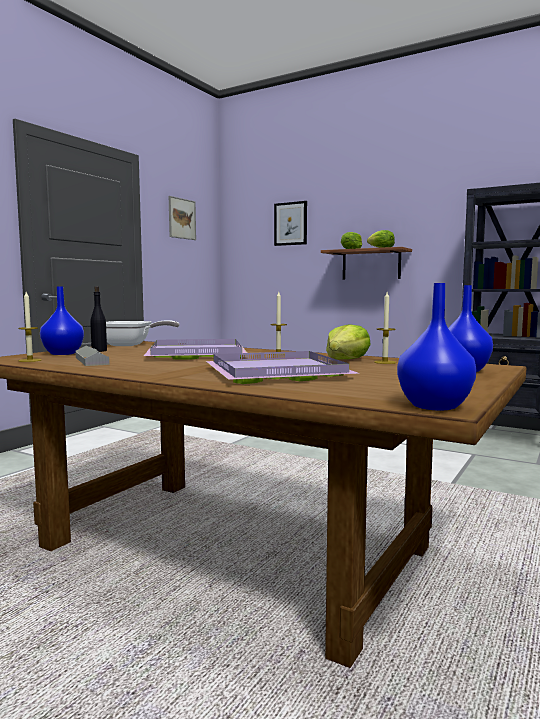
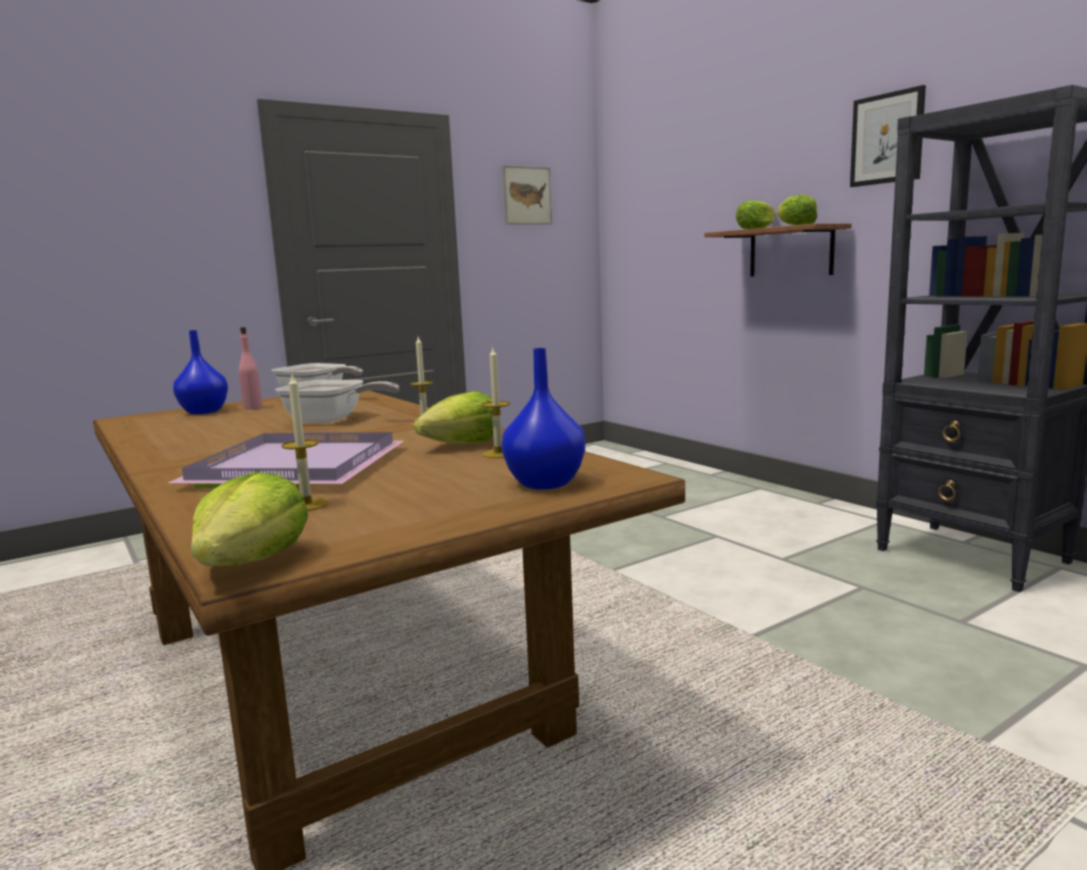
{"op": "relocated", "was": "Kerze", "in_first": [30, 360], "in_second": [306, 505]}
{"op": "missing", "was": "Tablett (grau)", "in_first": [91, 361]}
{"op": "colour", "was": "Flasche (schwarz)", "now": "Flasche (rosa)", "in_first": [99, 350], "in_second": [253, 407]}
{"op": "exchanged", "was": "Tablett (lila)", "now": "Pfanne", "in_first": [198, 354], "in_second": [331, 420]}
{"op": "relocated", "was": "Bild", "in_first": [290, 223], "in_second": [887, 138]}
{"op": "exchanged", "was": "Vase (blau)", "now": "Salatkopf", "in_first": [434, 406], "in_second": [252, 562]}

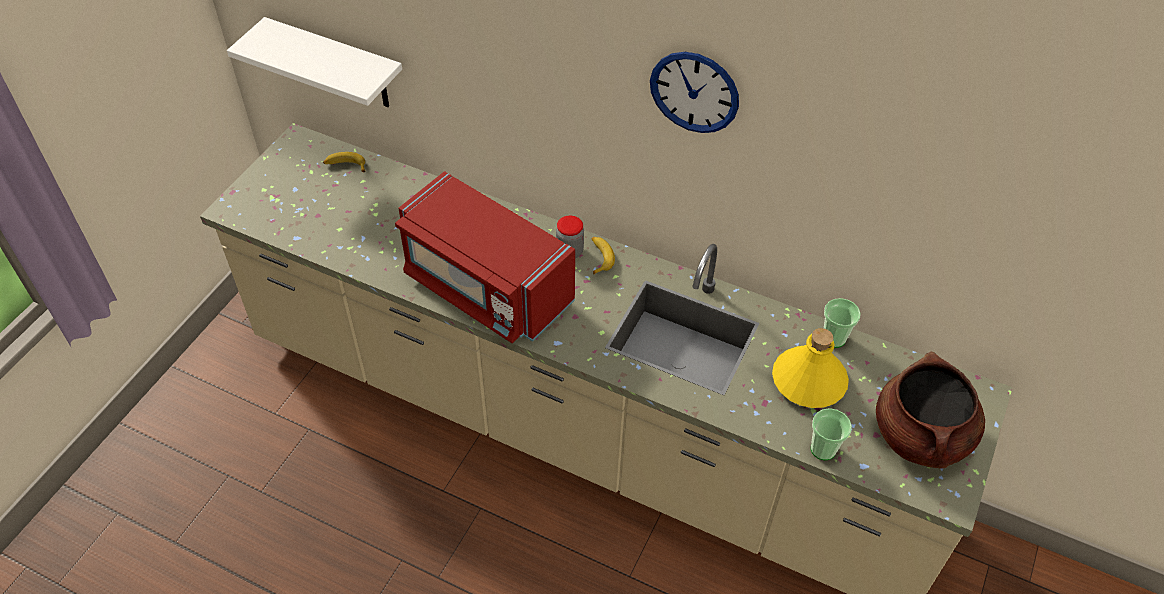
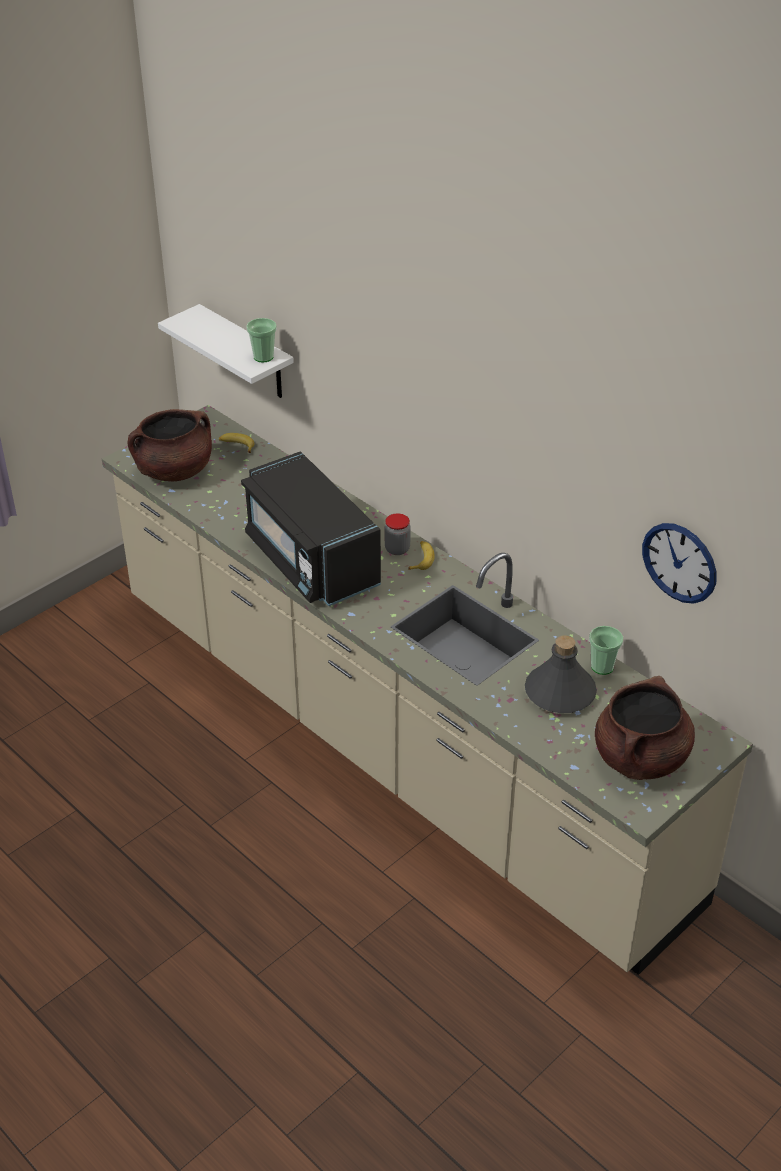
{"op": "colour", "was": "Mikrowelle (rot)", "now": "Mikrowelle (schwarz)", "in_first": [486, 287], "in_second": [311, 560]}
{"op": "relocated", "was": "Wanduhr", "in_first": [694, 92], "in_second": [679, 562]}
{"op": "colour", "was": "Flasche (gelb)", "now": "Flasche (grau)", "in_first": [808, 381], "in_second": [559, 693]}
{"op": "relocated", "was": "Tasse", "in_first": [823, 449], "in_second": [263, 357]}
{"op": "appeared", "now": "Kochtopf (braun)", "in_second": [174, 471]}

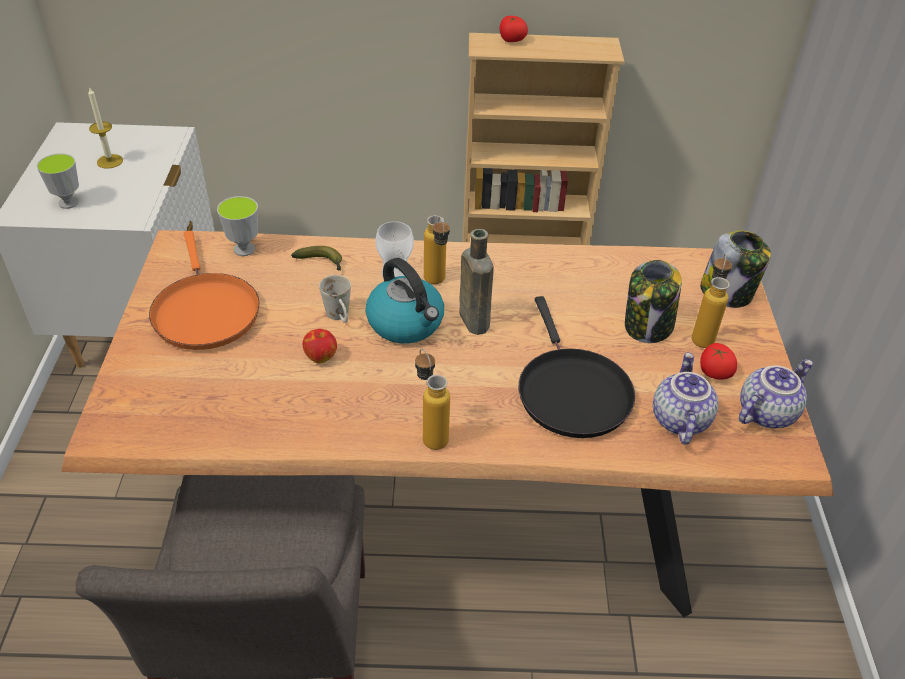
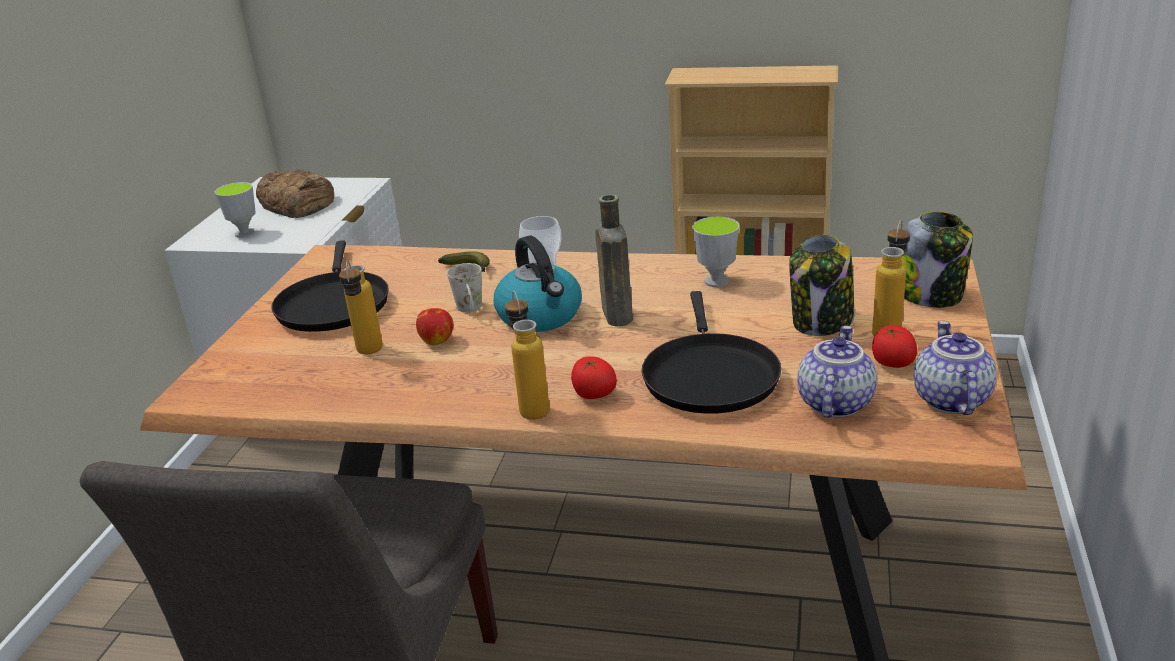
{"op": "exchanged", "was": "Kerze", "now": "Brot", "in_first": [110, 161], "in_second": [297, 203]}
{"op": "colour", "was": "Pfanne (orange)", "now": "Pfanne (schwarz)", "in_first": [204, 311], "in_second": [333, 304]}
{"op": "relocated", "was": "Tasse", "in_first": [244, 249], "in_second": [716, 281]}
{"op": "relocated", "was": "Flasche", "in_first": [436, 284], "in_second": [368, 354]}
{"op": "relocated", "was": "Tomate", "in_first": [511, 40], "in_second": [593, 394]}
{"op": "spun", "was": "Teekanne", "in_first": [765, 412], "in_second": [949, 400], "clockwise": -60}

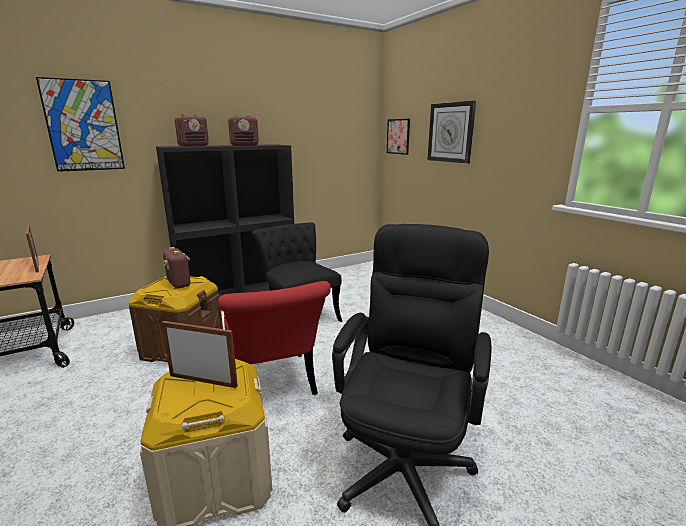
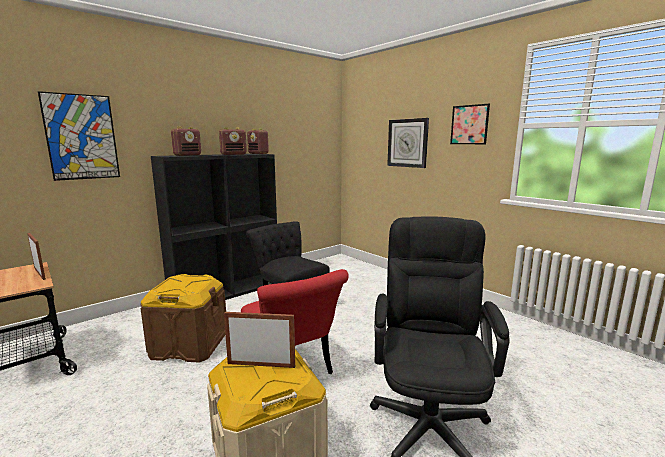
{"op": "relocated", "was": "Radio", "in_first": [179, 284], "in_second": [258, 153]}
{"op": "relocated", "was": "Bild", "in_first": [398, 136], "in_second": [469, 124]}

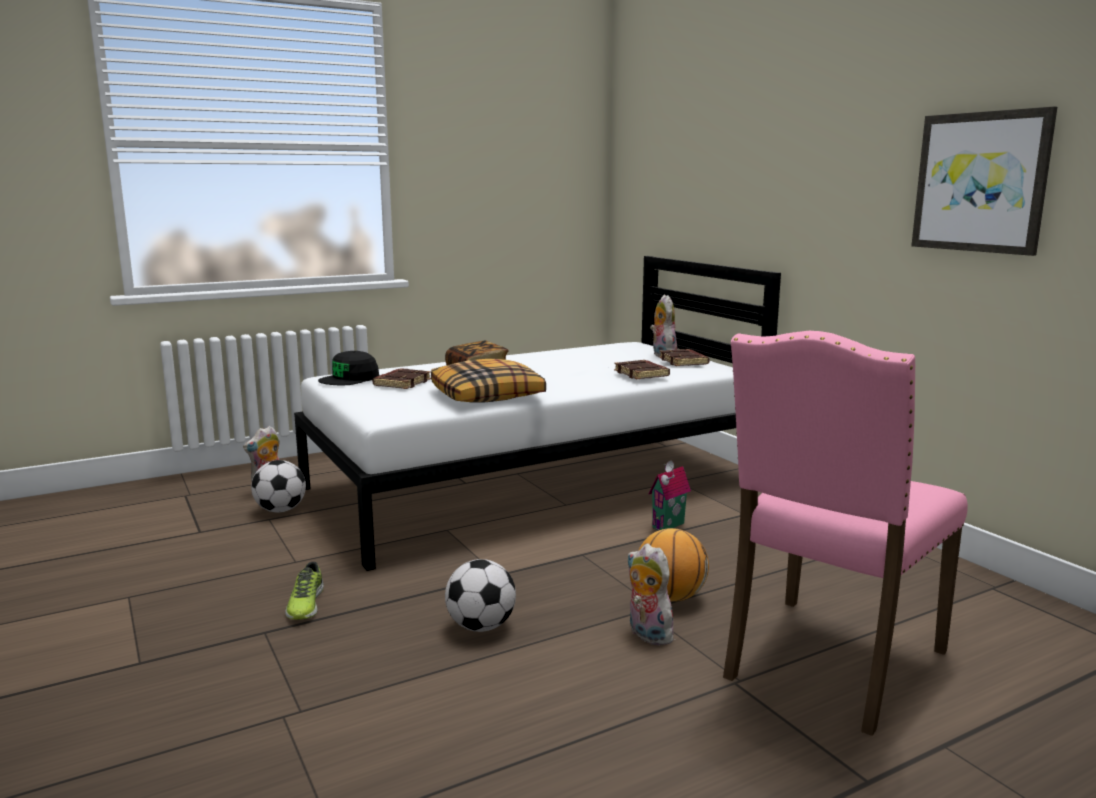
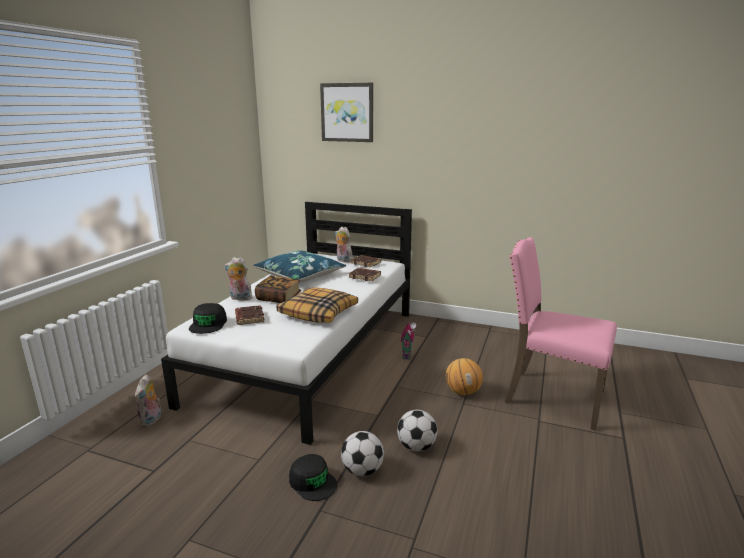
{"op": "relocated", "was": "Fußball", "in_first": [280, 510], "in_second": [362, 470]}
{"op": "exchanged", "was": "Schuh", "now": "Kappe (schwarz)", "in_first": [305, 604], "in_second": [312, 482]}
{"op": "relocated", "was": "Plüschtier", "in_first": [646, 634], "in_second": [240, 298]}
{"op": "spun", "was": "Stuhl (rosa)", "in_first": [829, 664], "in_second": [551, 396], "clockwise": 120}
{"op": "relocated", "was": "Bild", "in_first": [981, 182], "in_second": [347, 112]}
{"op": "appeared", "now": "Kissen (blau)", "in_second": [300, 275]}

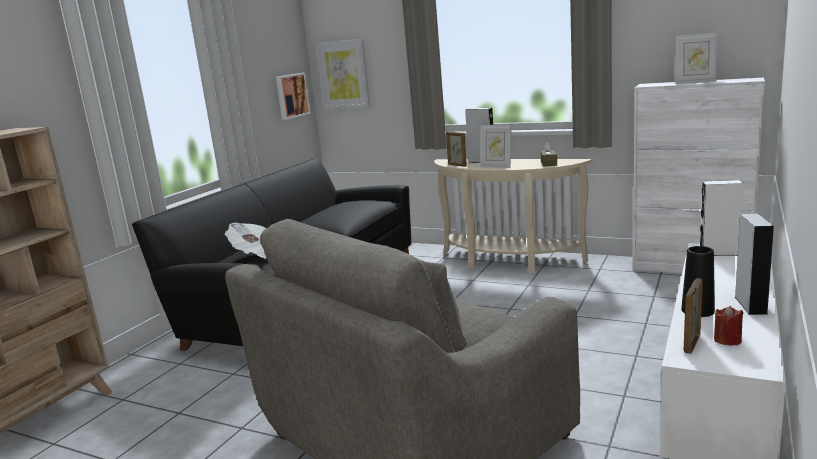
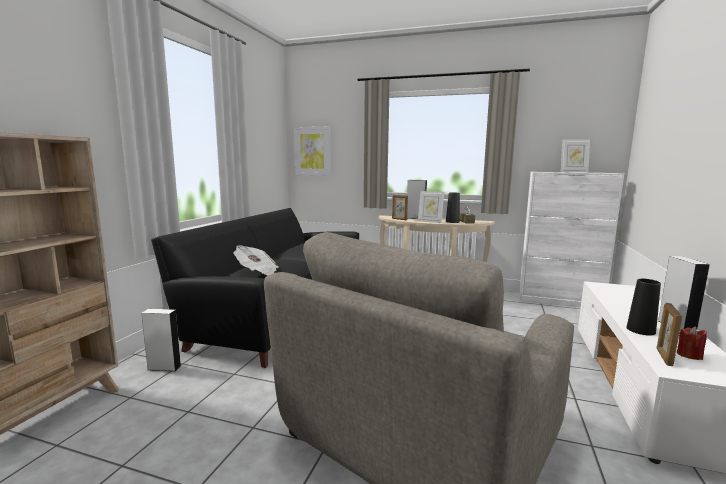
{"op": "missing", "was": "Bild", "in_first": [291, 95]}
{"op": "relocated", "was": "Lautsprecher (weiß)", "in_first": [719, 253], "in_second": [164, 367]}
{"op": "appeared", "now": "Vase (schwarz)", "in_second": [452, 222]}

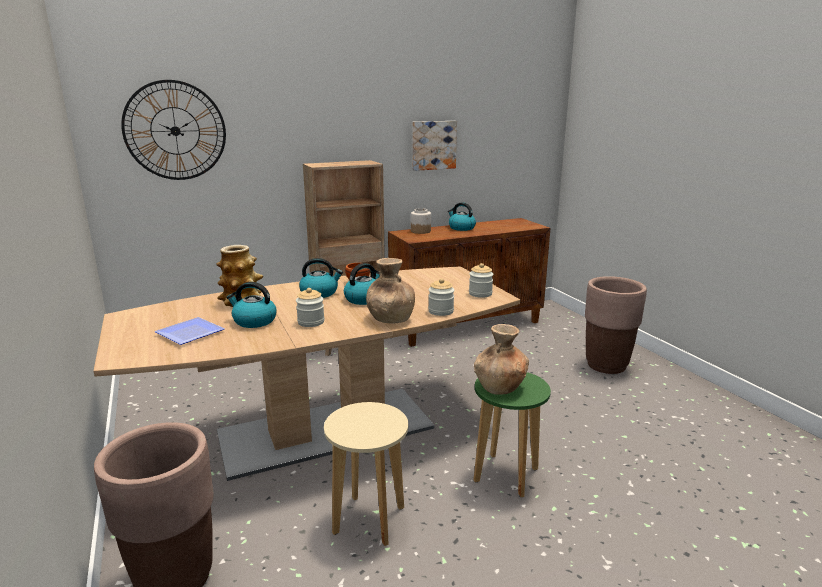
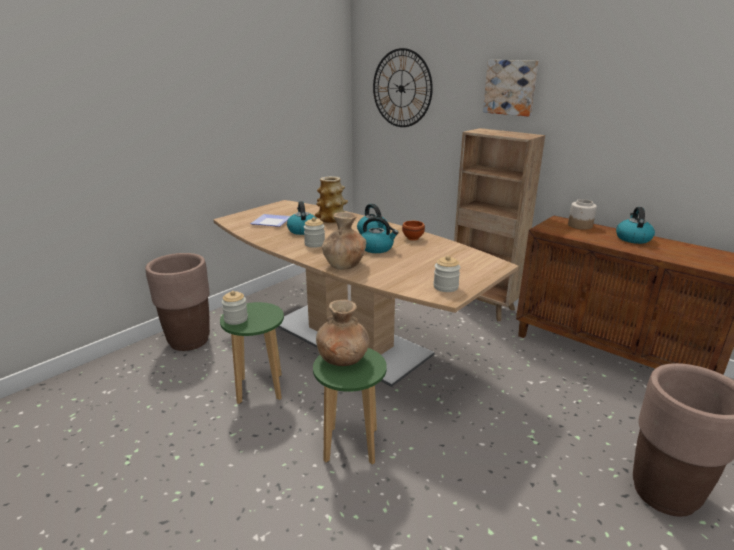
{"op": "colour", "was": "Hocker (beige)", "now": "Hocker (grün)", "in_first": [369, 520], "in_second": [259, 389]}
{"op": "relocated", "was": "Bild", "in_first": [433, 145], "in_second": [510, 87]}
{"op": "relocated", "was": "Vorratsglas", "in_first": [441, 311], "in_second": [236, 319]}

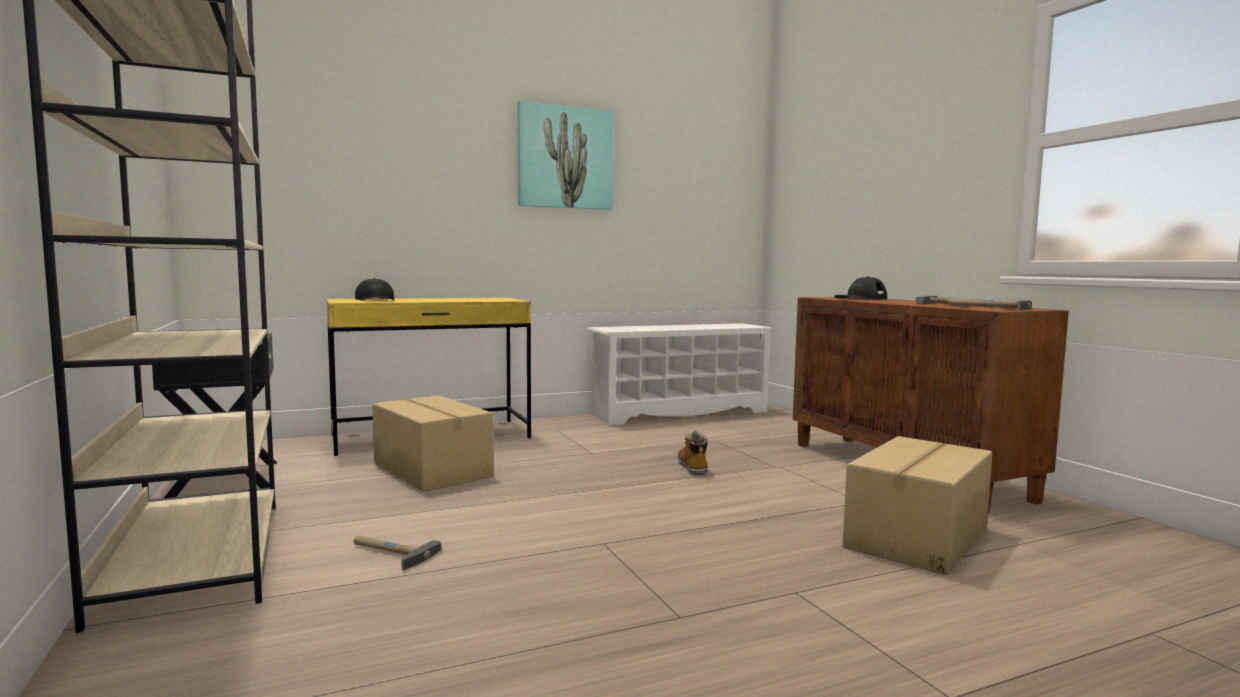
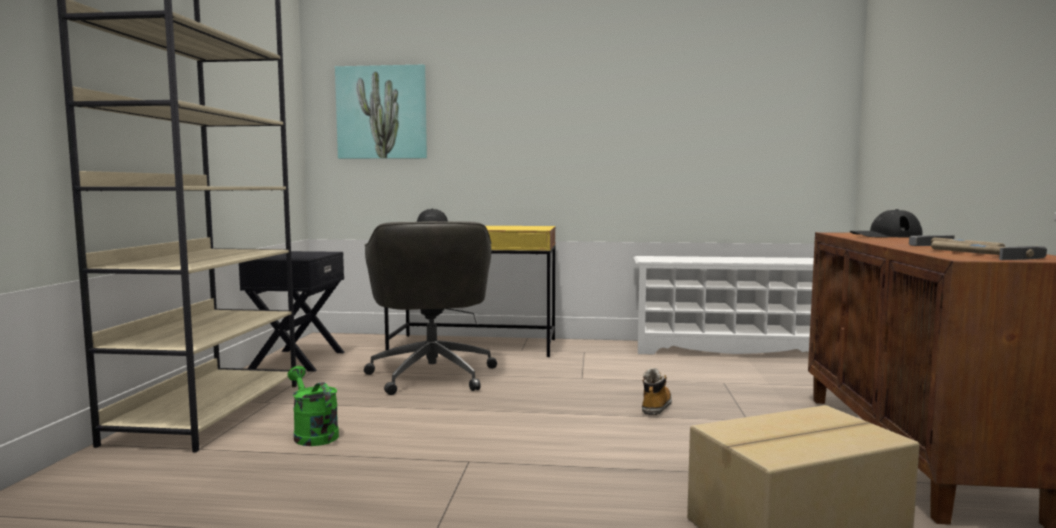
{"op": "exchanged", "was": "Hammer", "now": "Gießkanne (grün)", "in_first": [389, 553], "in_second": [312, 434]}
{"op": "exchanged", "was": "Karton", "now": "Bürostuhl (grau)", "in_first": [431, 471], "in_second": [432, 374]}
{"op": "relocated", "was": "Bild", "in_first": [565, 157], "in_second": [381, 112]}

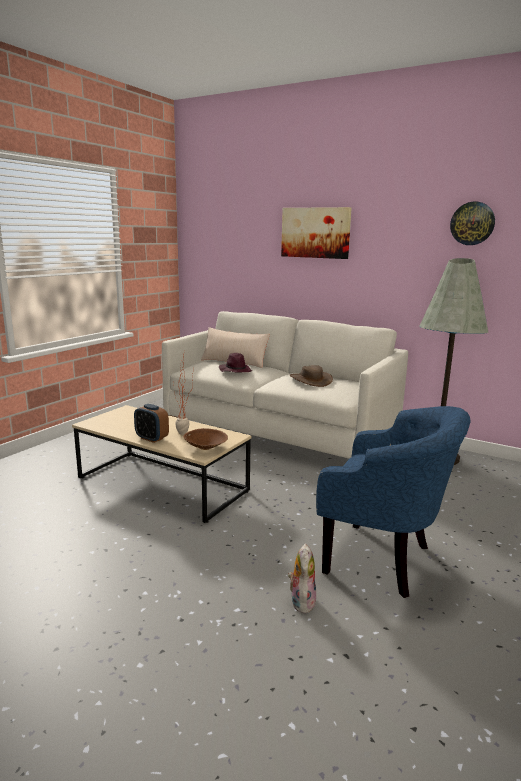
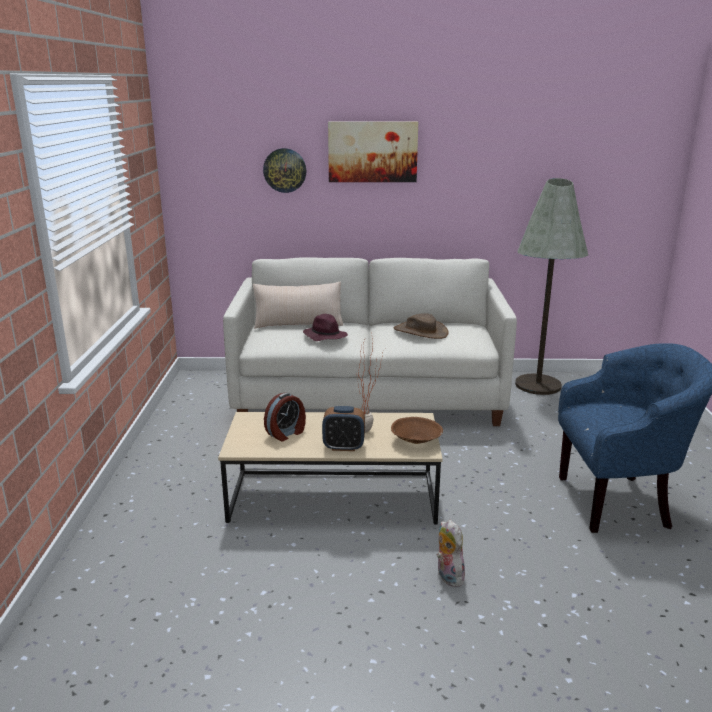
{"op": "relocated", "was": "Plüschtier", "in_first": [301, 601], "in_second": [447, 576]}
{"op": "relocated", "was": "Wanduhr", "in_first": [472, 223], "in_second": [285, 170]}
{"op": "appeared", "now": "Wecker", "in_second": [286, 433]}

